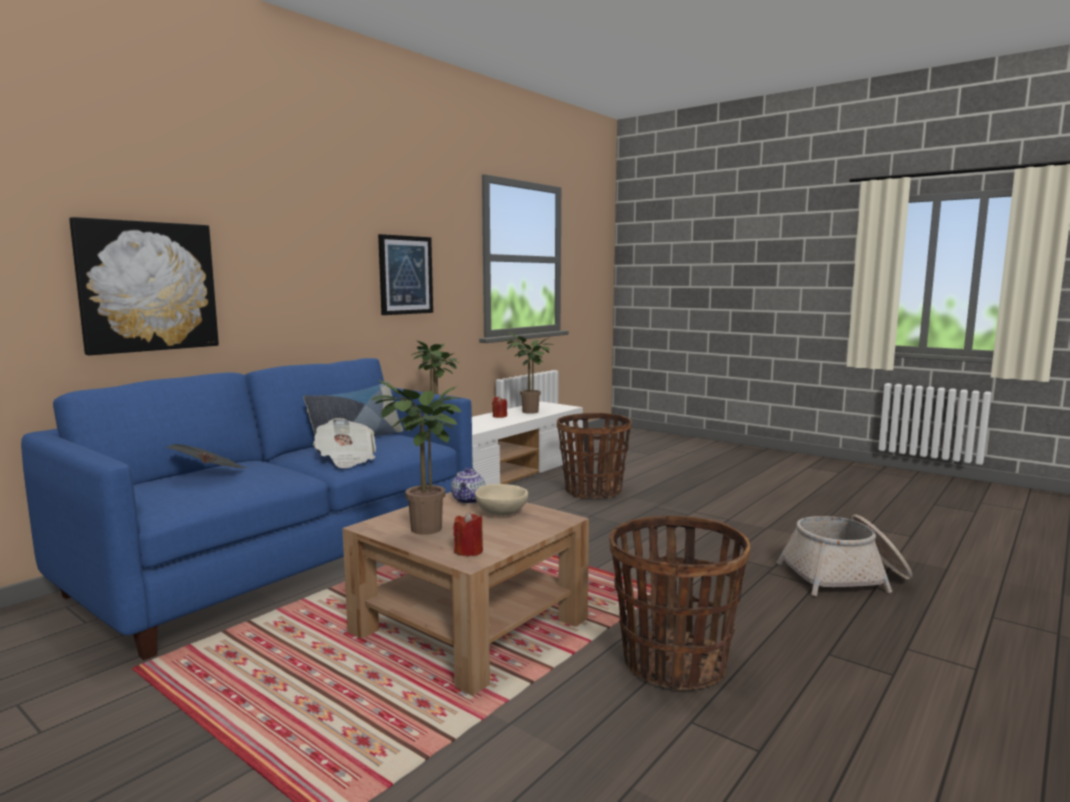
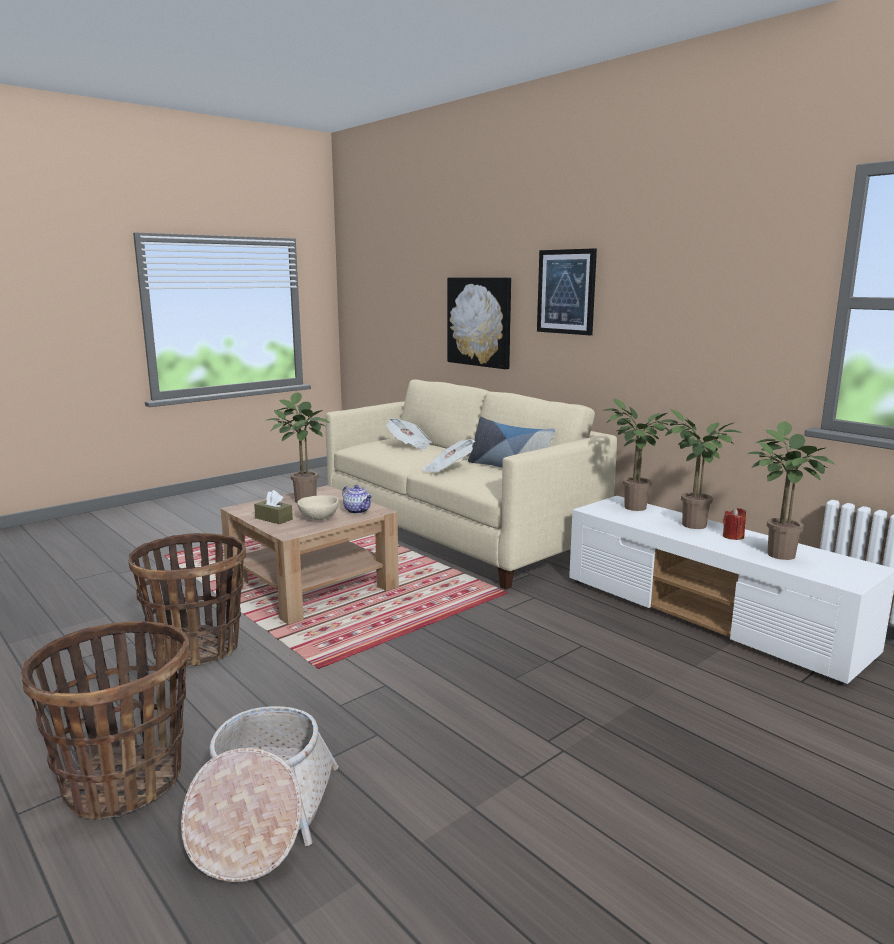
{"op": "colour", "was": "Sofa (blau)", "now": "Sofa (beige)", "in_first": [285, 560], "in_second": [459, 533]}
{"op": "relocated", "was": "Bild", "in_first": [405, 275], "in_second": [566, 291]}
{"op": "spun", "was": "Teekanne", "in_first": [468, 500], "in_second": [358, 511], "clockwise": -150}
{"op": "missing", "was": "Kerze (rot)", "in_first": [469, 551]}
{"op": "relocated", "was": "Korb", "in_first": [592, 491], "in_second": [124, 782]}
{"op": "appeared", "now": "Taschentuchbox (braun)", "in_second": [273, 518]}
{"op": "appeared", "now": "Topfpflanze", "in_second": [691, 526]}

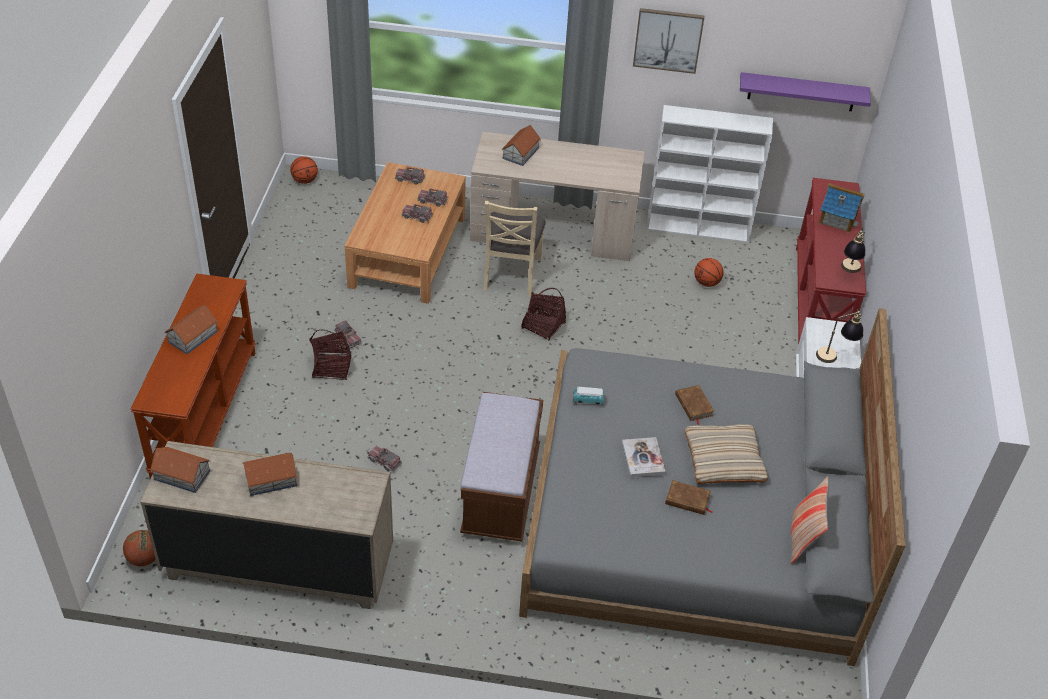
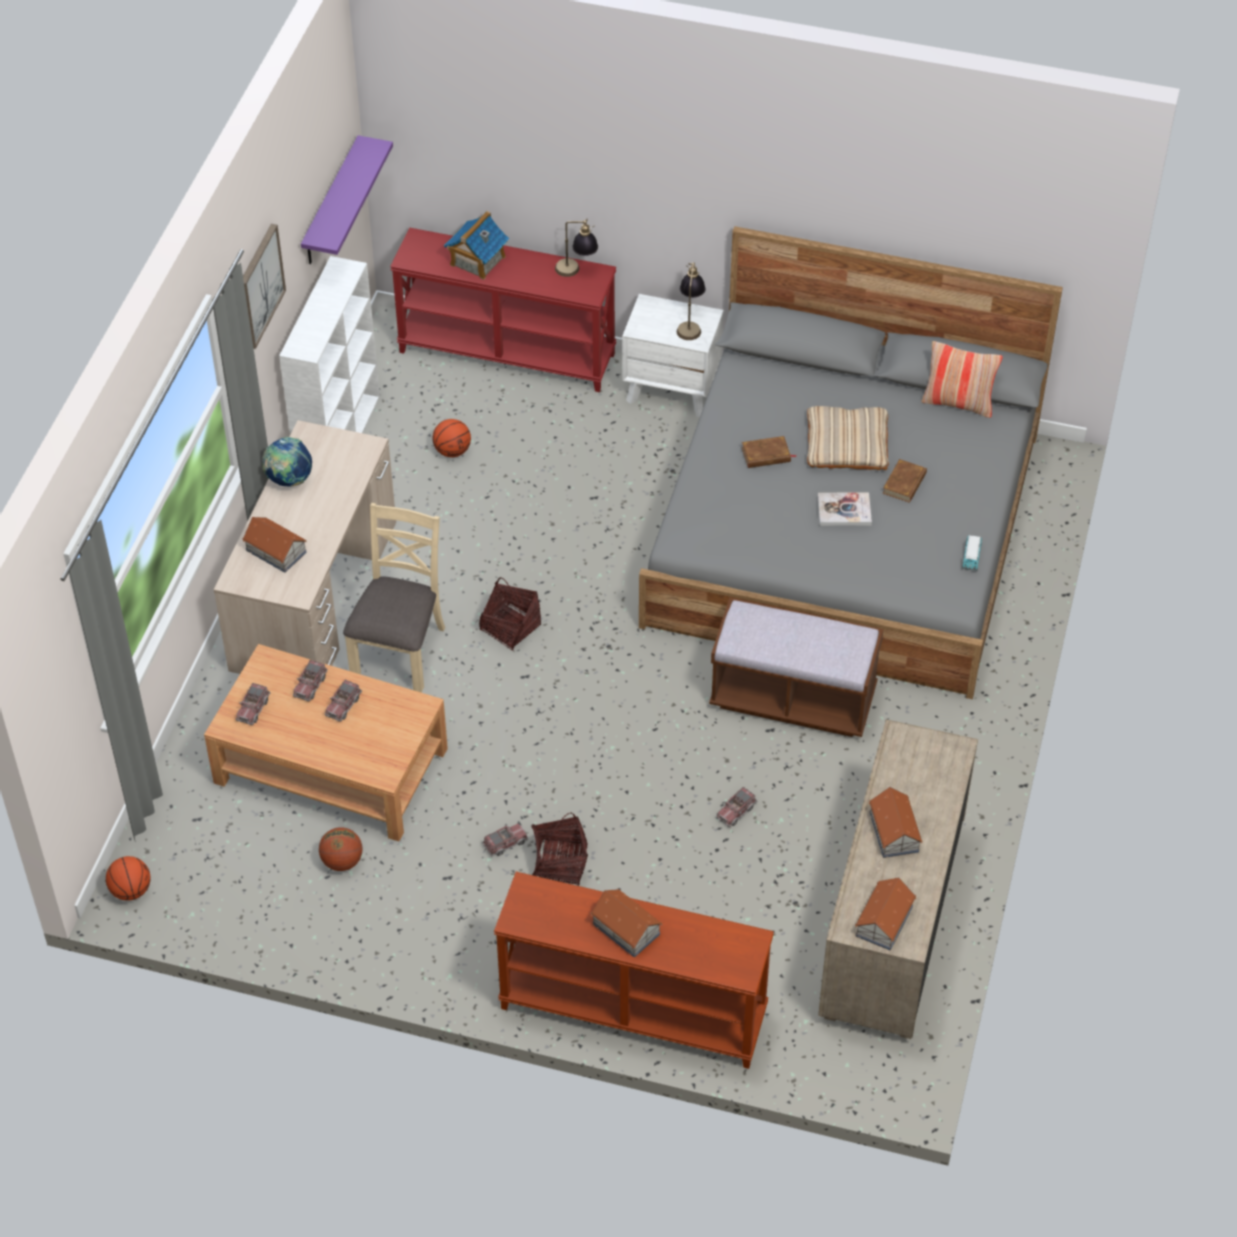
{"op": "relocated", "was": "Basketball", "in_first": [144, 558], "in_second": [342, 861]}
{"op": "spun", "was": "Stuhl (beige)", "in_first": [511, 273], "in_second": [400, 651], "clockwise": -90}
{"op": "relocated", "was": "Spielzeugauto", "in_first": [588, 400], "in_second": [971, 558]}
{"op": "appeared", "now": "Globus", "in_second": [289, 480]}

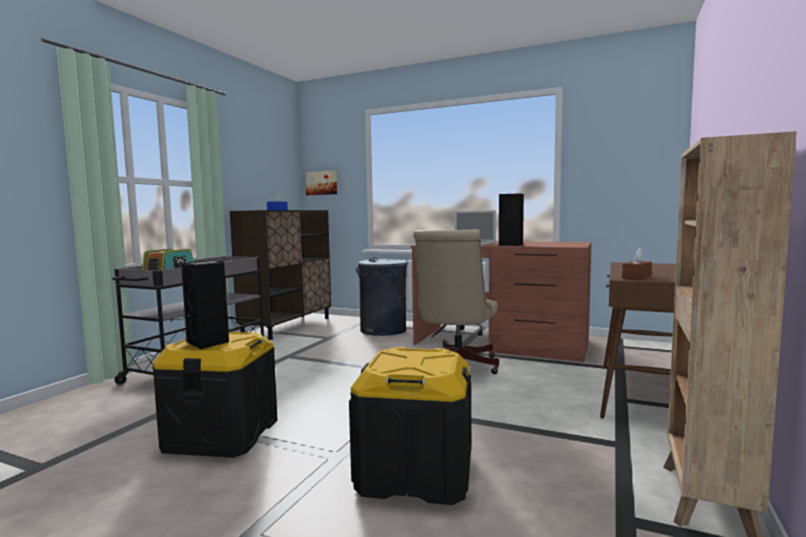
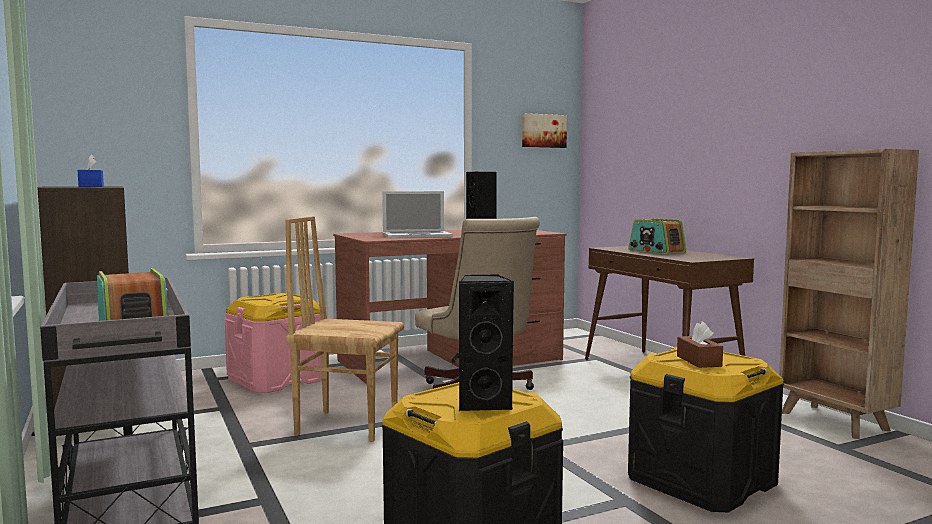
{"op": "relocated", "was": "Bild", "in_first": [321, 183], "in_second": [543, 131]}
{"op": "exchanged", "was": "Mülleimer (grau)", "now": "Aufbewahrungsbox (rosa)", "in_first": [383, 330], "in_second": [276, 380]}
{"op": "relocated", "was": "Taschentuchbox (braun)", "in_first": [636, 277], "in_second": [698, 361]}
{"op": "appeared", "now": "Stuhl (braun)", "in_second": [347, 425]}
{"op": "appeared", "now": "Radio", "in_second": [656, 251]}

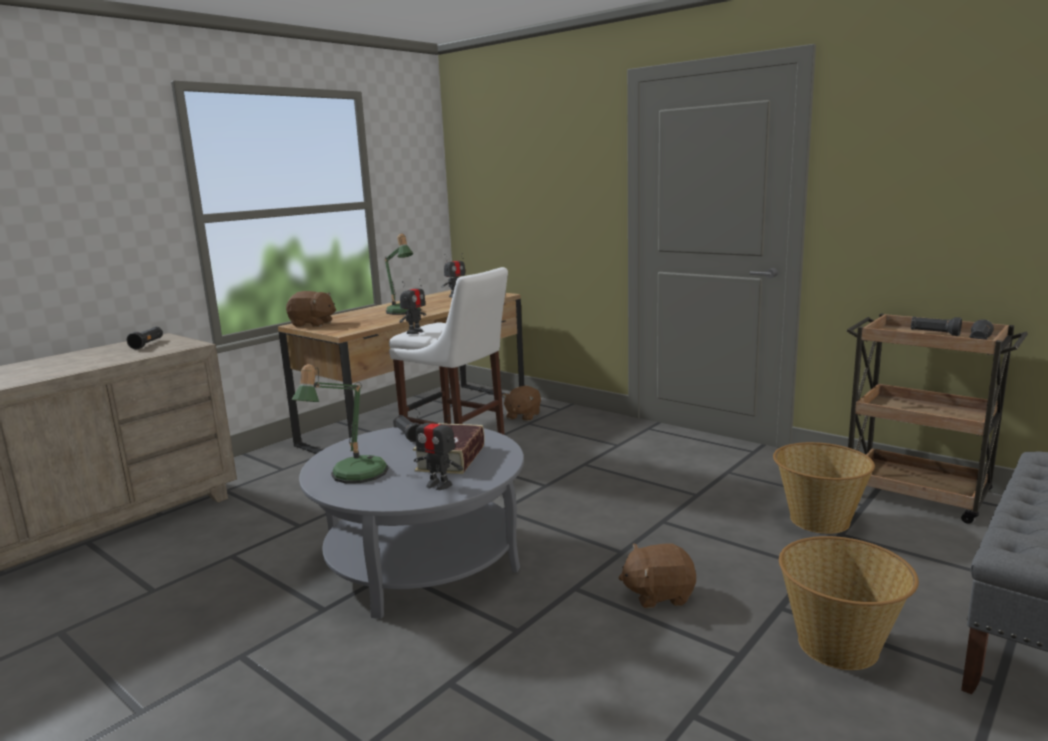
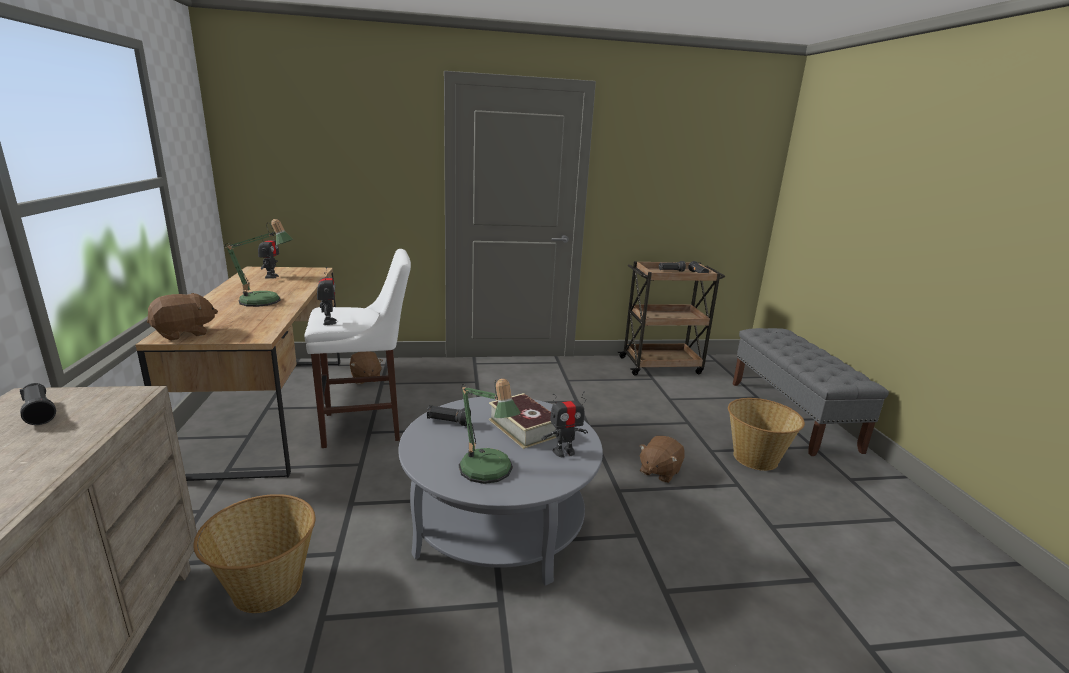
{"op": "relocated", "was": "Korb", "in_first": [818, 520], "in_second": [266, 588]}

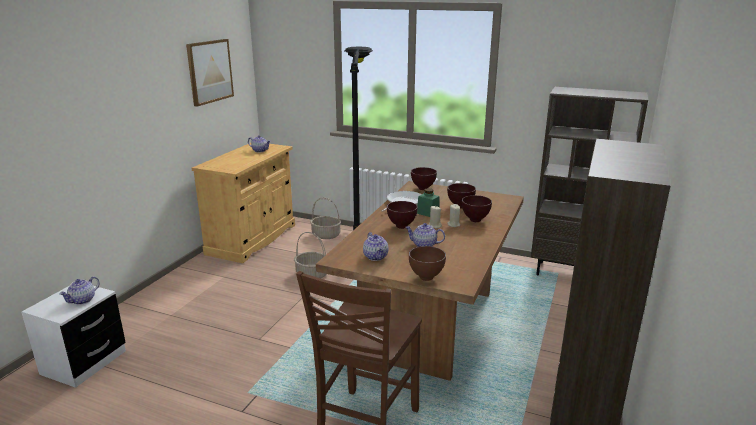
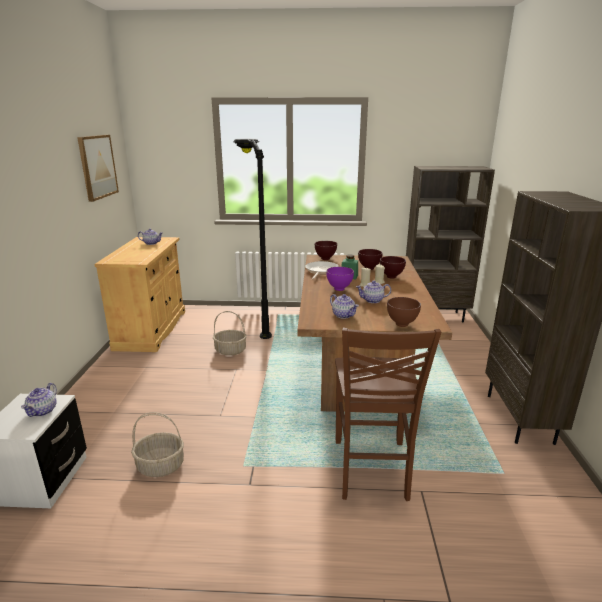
{"op": "relocated", "was": "Korb", "in_first": [326, 235], "in_second": [161, 465]}
{"op": "colour", "was": "Schüssel (braun)", "now": "Schüssel (lila)", "in_first": [401, 226], "in_second": [338, 289]}

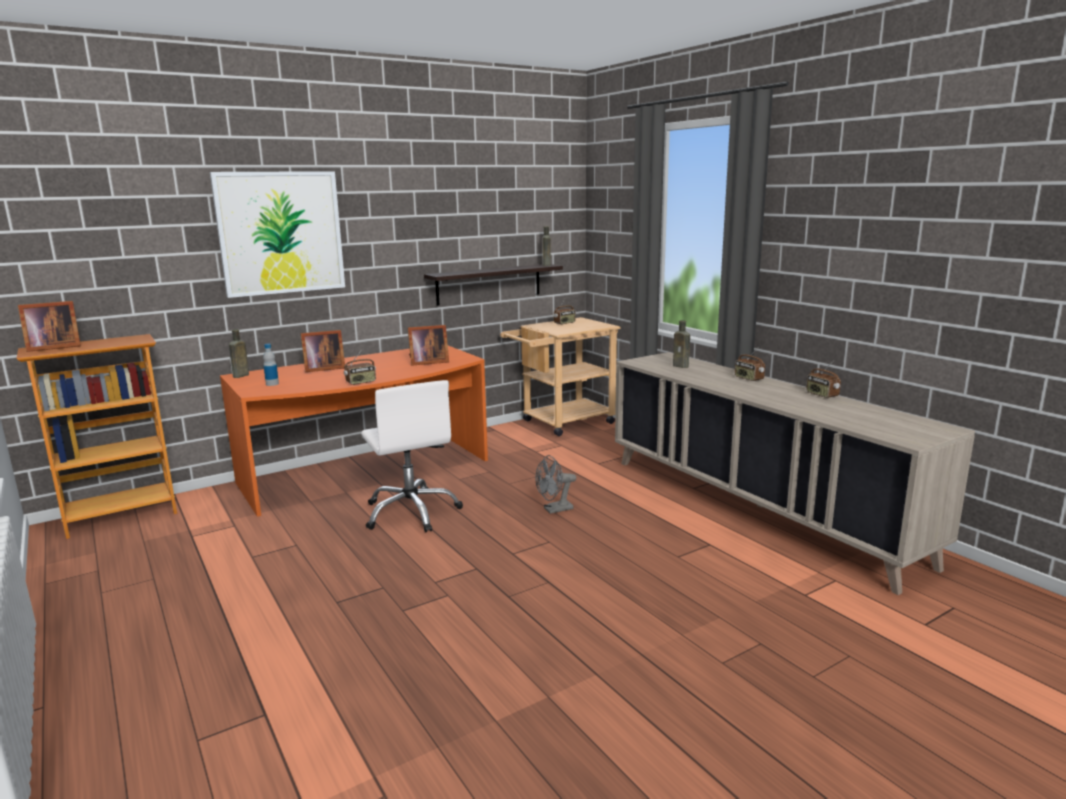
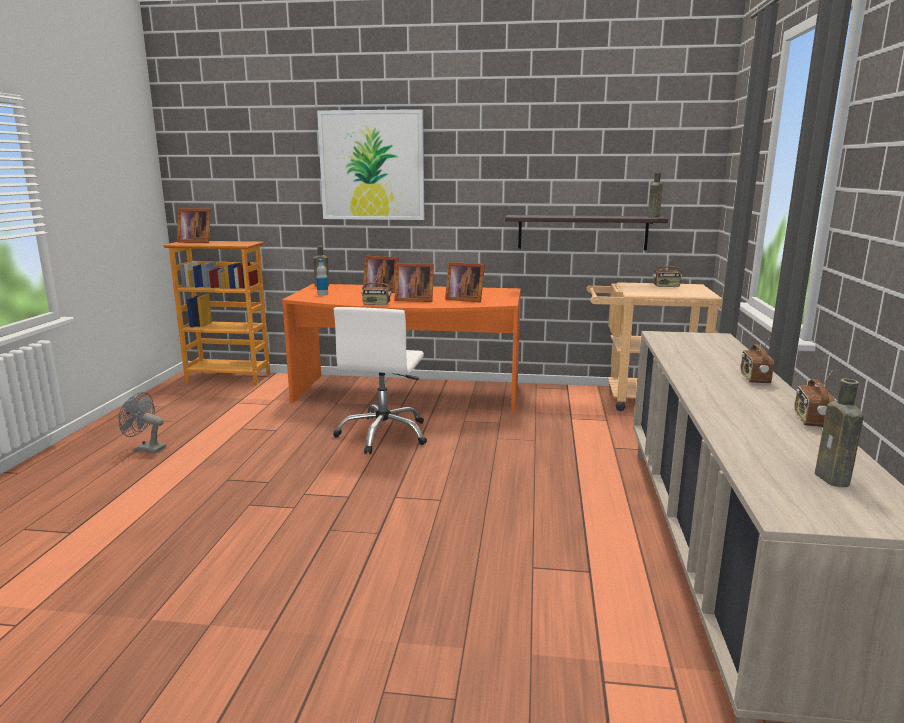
{"op": "relocated", "was": "Ventilator (grau)", "in_first": [554, 510], "in_second": [146, 448]}
{"op": "relocated", "was": "Flasche (braun)", "in_first": [681, 366], "in_second": [833, 480]}
{"op": "appeared", "now": "Bilderrahmen", "in_second": [413, 300]}

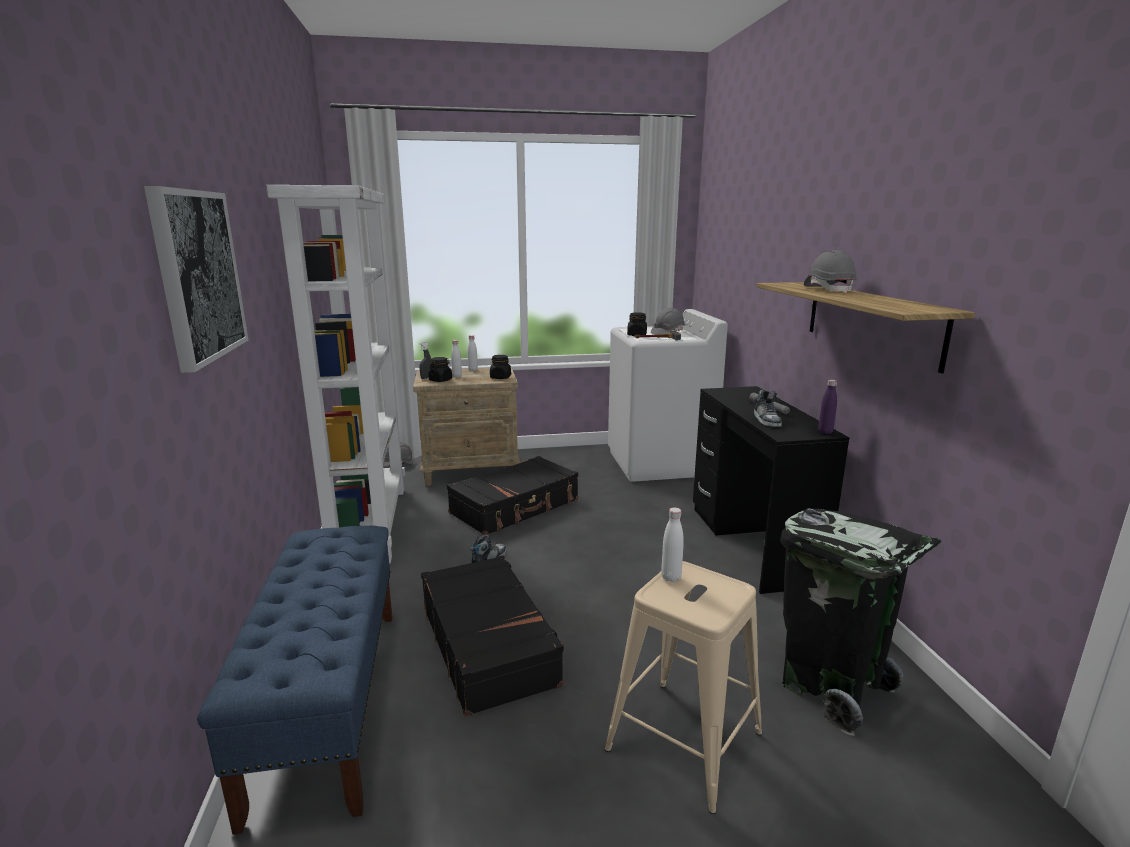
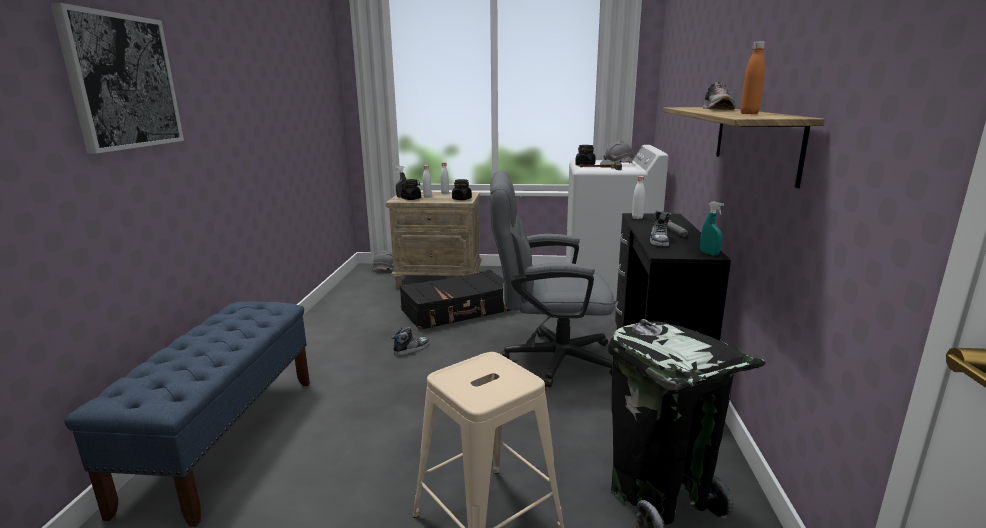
{"op": "missing", "was": "Bücherregal (weiß)", "in_first": [369, 523]}
{"op": "missing", "was": "Koffer (schwarz)", "in_first": [489, 644]}
{"op": "relocated", "was": "Flasche (weiß)", "in_first": [671, 577], "in_second": [637, 218]}
{"op": "exchanged", "was": "Schutzhelm (grau)", "now": "Schuh", "in_first": [828, 290], "in_second": [718, 109]}
{"op": "exchanged", "was": "Flasche (lila)", "now": "Sprühflasche (türkis)", "in_first": [825, 432], "in_second": [709, 253]}
{"op": "appeared", "now": "Bürostuhl (grau)", "in_second": [548, 359]}
{"op": "appeared", "now": "Flasche (orange)", "in_second": [749, 113]}

